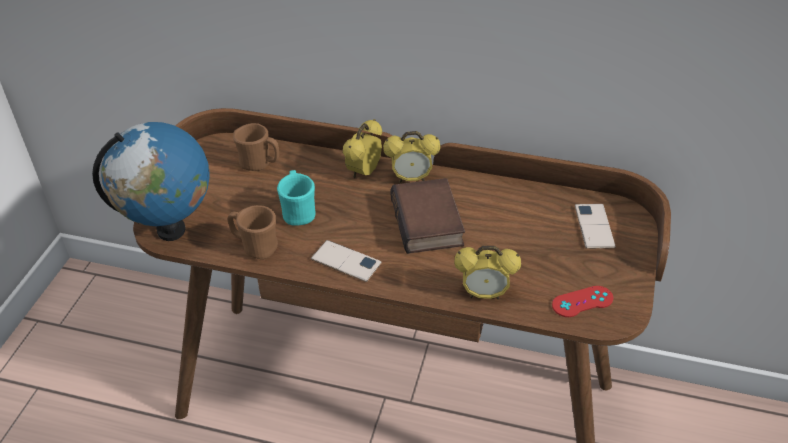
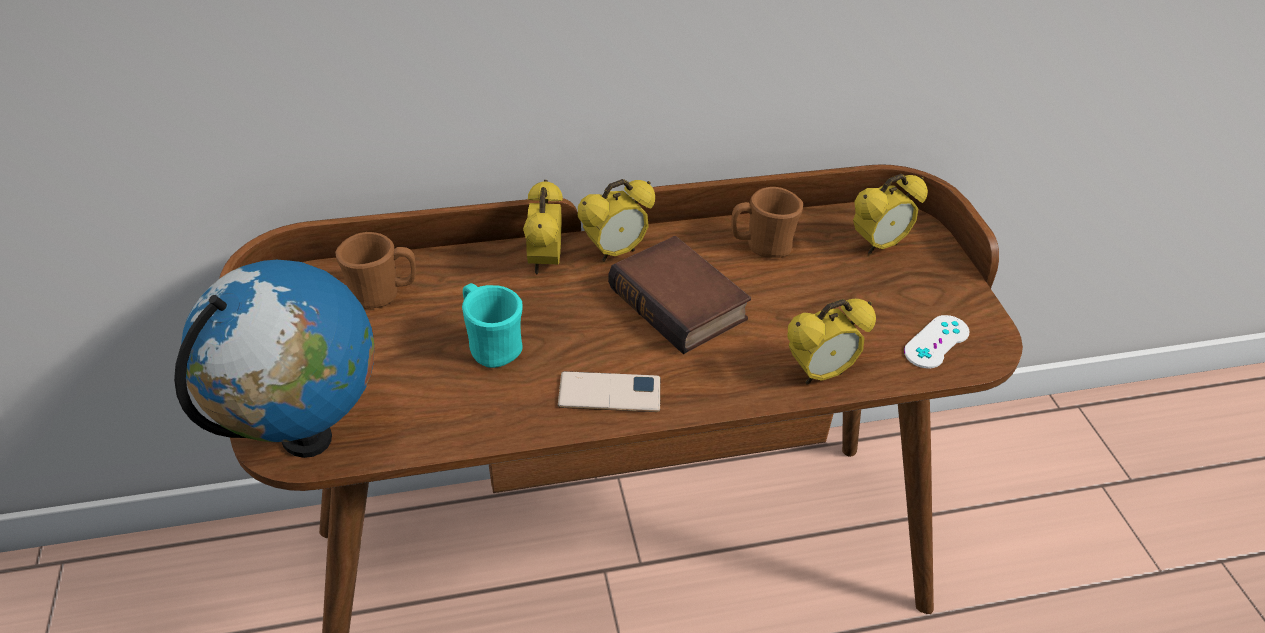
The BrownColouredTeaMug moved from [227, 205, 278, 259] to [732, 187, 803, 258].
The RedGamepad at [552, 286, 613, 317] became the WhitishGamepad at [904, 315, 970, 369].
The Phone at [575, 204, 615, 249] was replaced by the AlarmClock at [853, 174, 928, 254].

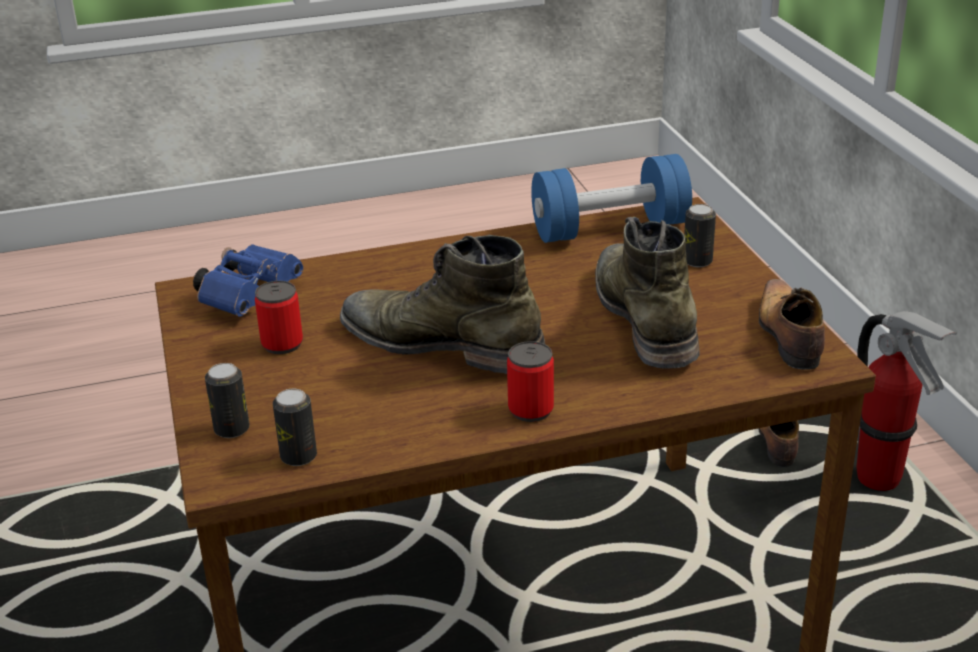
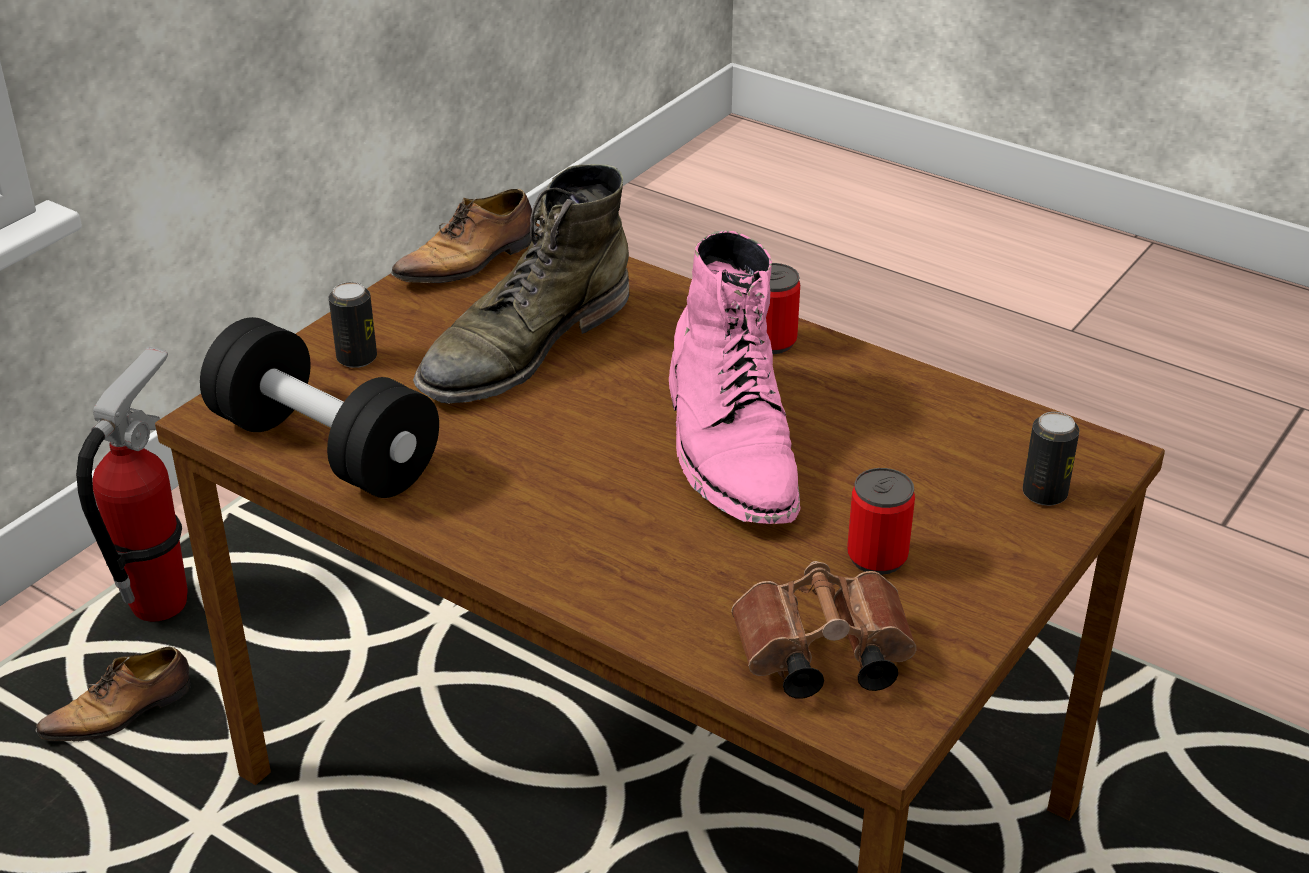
The BluishPairOfBinoculars at [193, 244, 303, 317] became the BrownColouredPairOfBinoculars at [731, 561, 917, 698].
The Can at [273, 389, 317, 466] disappeared.
The GreenishHighTopBoot at [340, 235, 545, 374] became the PinkColouredHighTopBoot at [669, 230, 801, 524].
The BluishHandWeight at [531, 154, 692, 243] became the BlackColouredHandWeight at [200, 317, 439, 498].

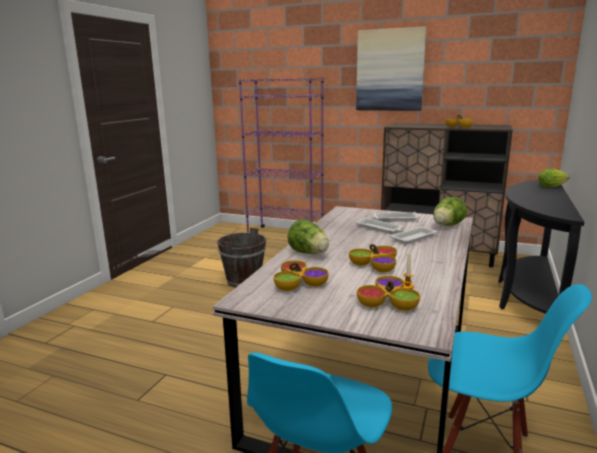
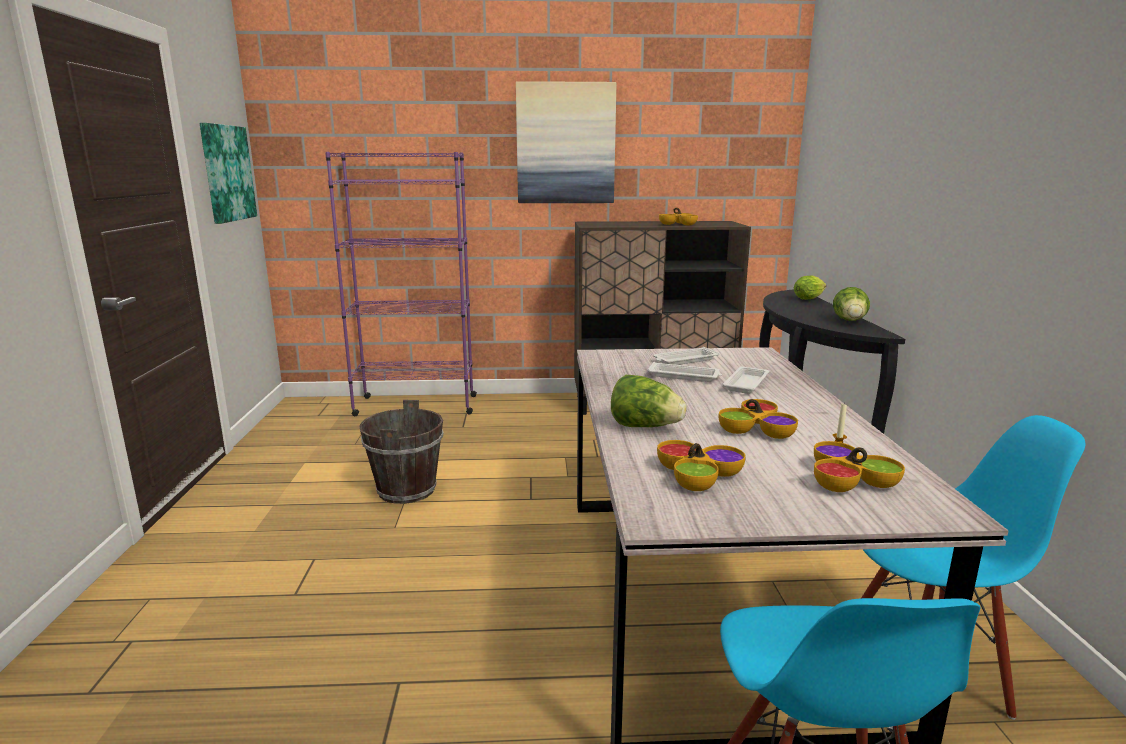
The HeadOfLettuce moved from [433, 197, 467, 226] to [833, 287, 870, 321].
The Picture at [200, 123, 257, 224] appeared.

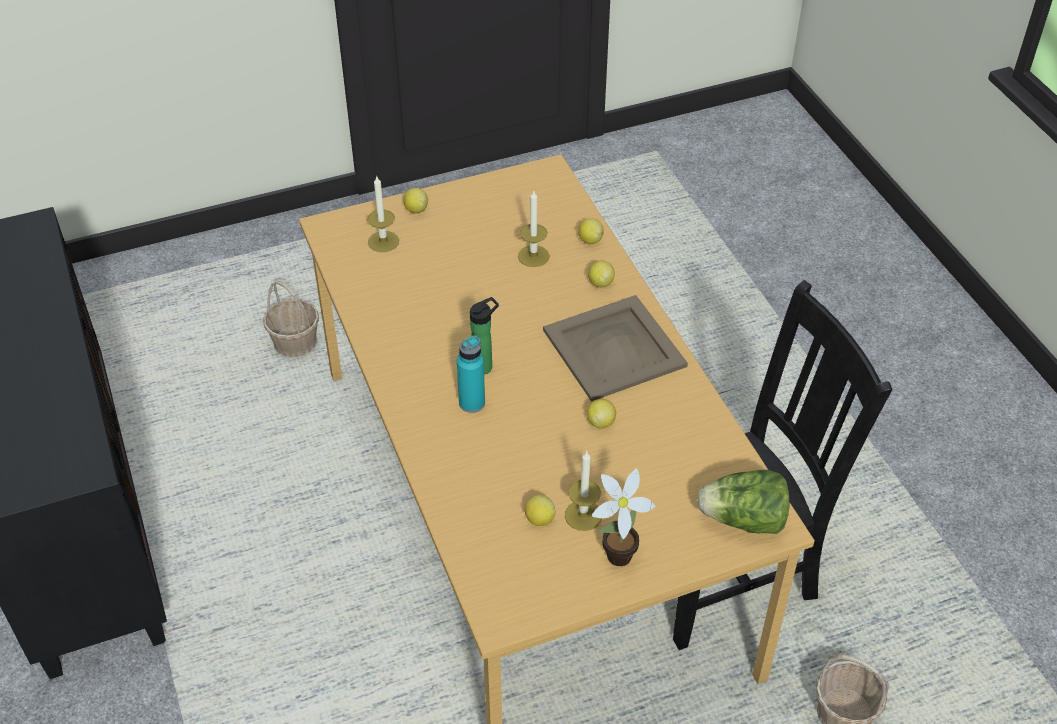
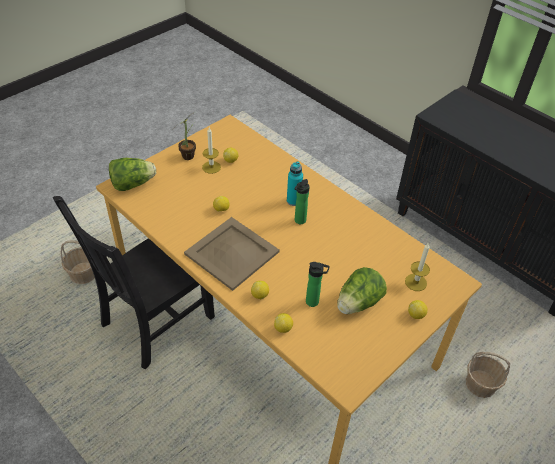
The Candle at [518, 191, 549, 267] was replaced by the BeverageBottle at [306, 262, 330, 307].
The HeadOfLettuce at [337, 267, 387, 314] appeared.

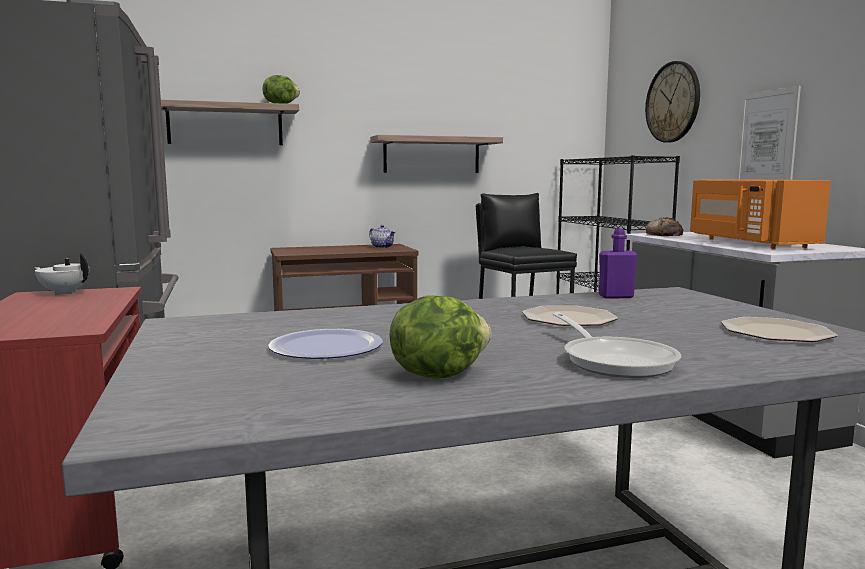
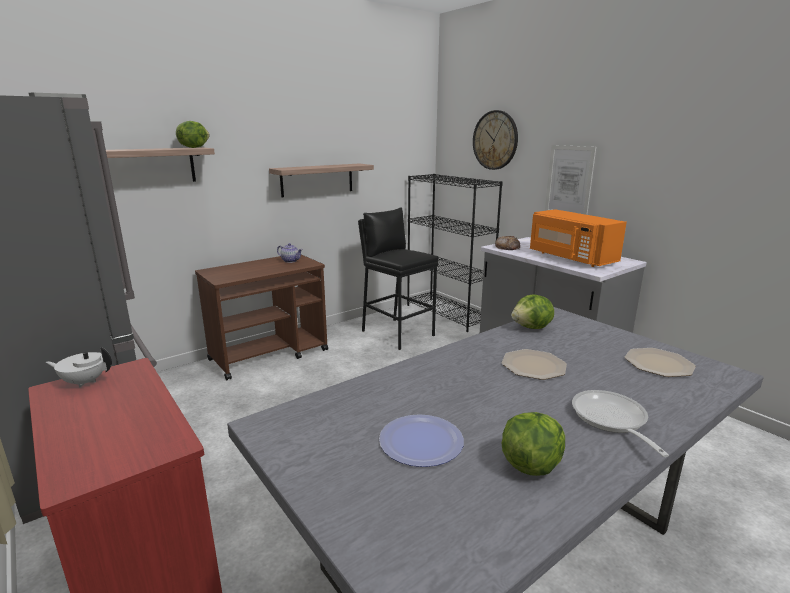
The Pan at [553, 312, 681, 378] turned 150 degrees counterclockwise.
The PurpleBeverageBottle at [599, 229, 637, 298] was replaced by the HeadOfLettuce at [511, 294, 554, 329].

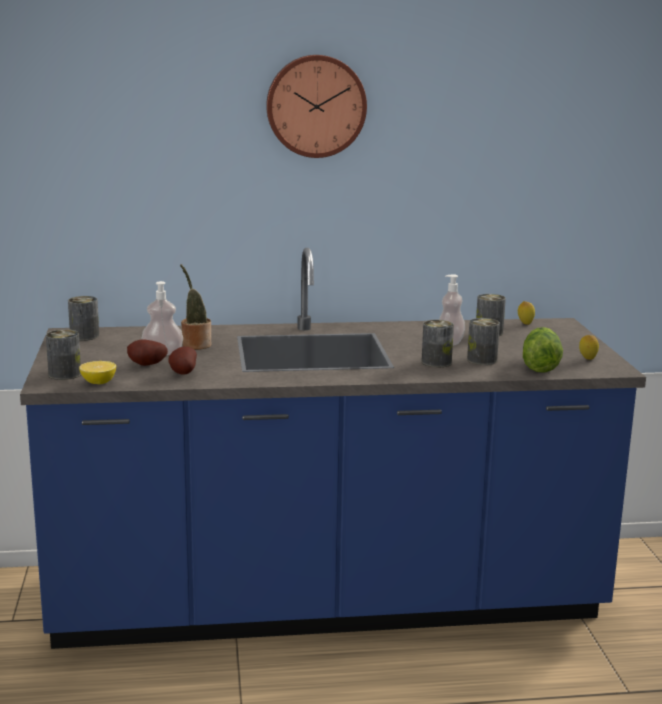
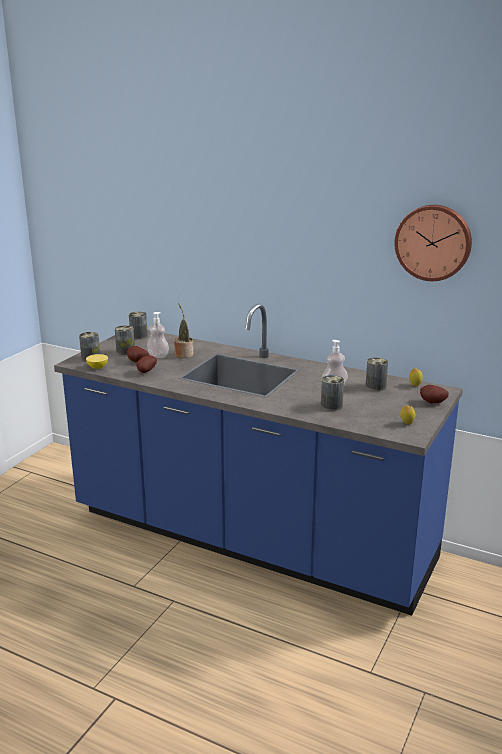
The ClockOnTheWall moved from [266, 55, 367, 158] to [394, 205, 472, 281].
The Can moved from [421, 320, 454, 367] to [115, 325, 135, 355].
The HeadOfLettuce at [523, 327, 563, 373] disappeared.
The Spud at [420, 385, 449, 404] appeared.

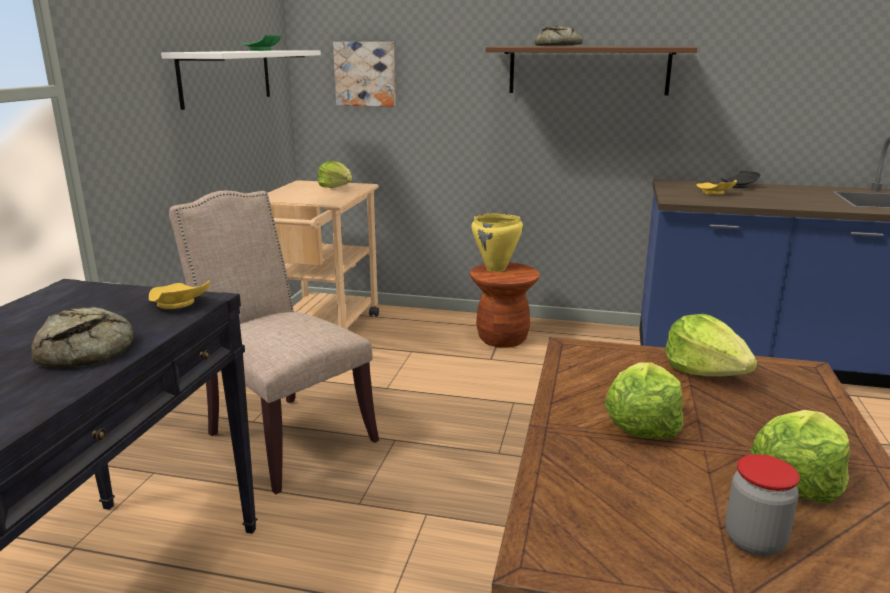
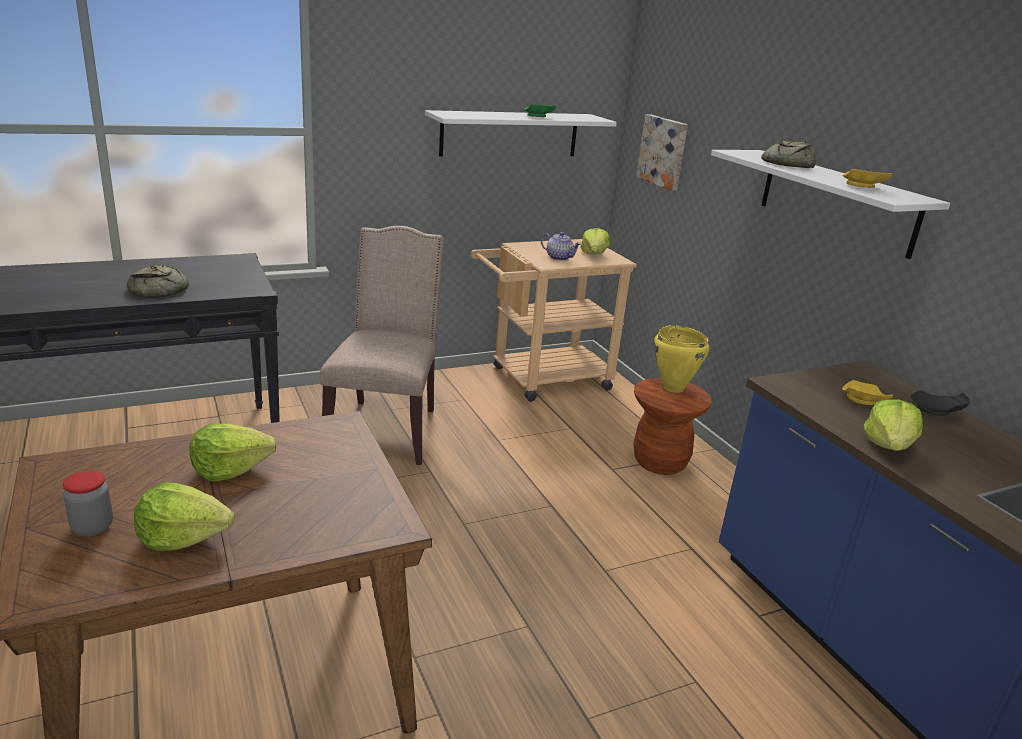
The YellowColouredFlatDish moved from [149, 281, 210, 309] to [842, 169, 892, 188].
The BrownColouredShelf at [485, 47, 697, 95] became the WhitishShelf at [711, 150, 950, 259].
The HeadOfLettuce moved from [665, 314, 757, 377] to [864, 399, 923, 451].
The Teapot at [541, 232, 581, 261] appeared.

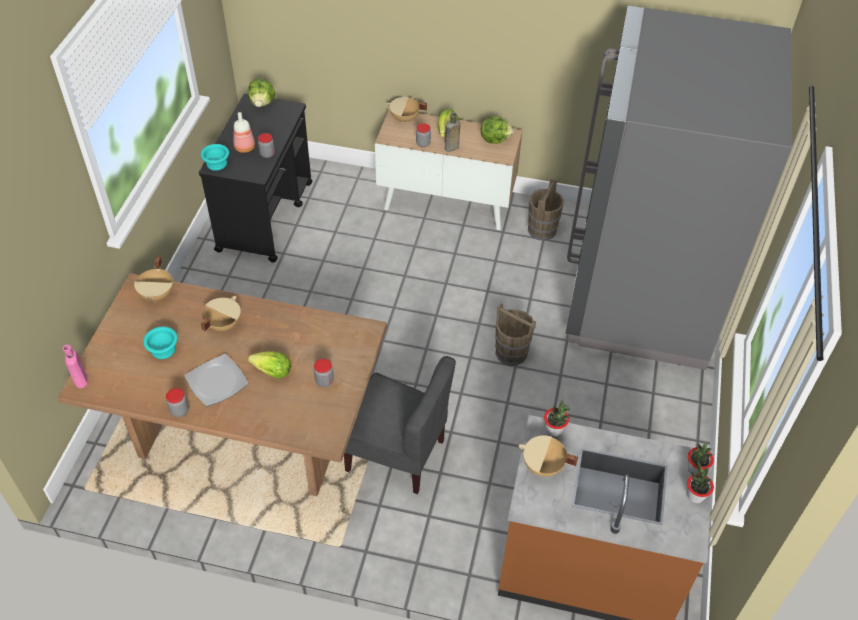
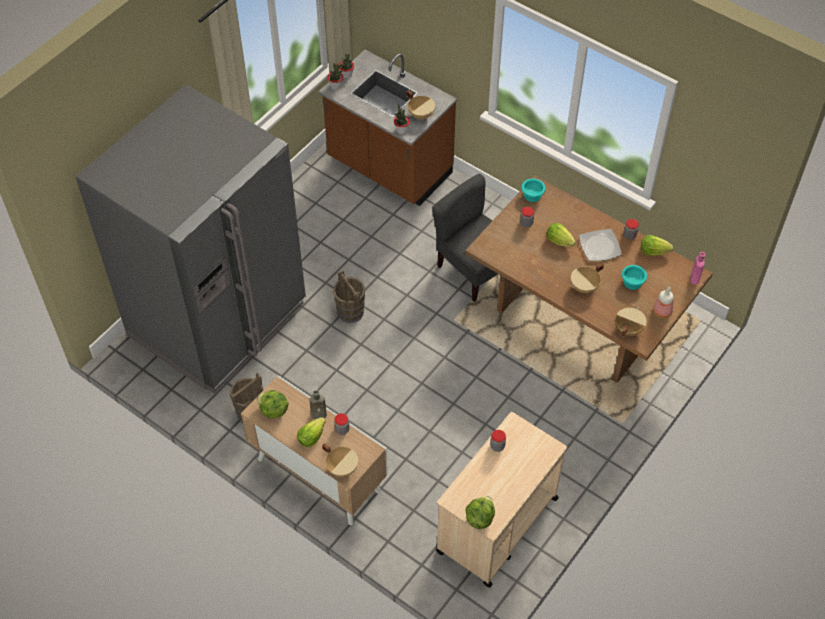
The BlackColouredWheeledCart at [199, 94, 312, 263] became the BeigeColouredWheeledCart at [436, 412, 567, 587].
The TurquoiseServingBowl moved from [201, 144, 229, 171] to [521, 178, 546, 202].
The BeverageBottle moved from [233, 112, 255, 153] to [653, 287, 674, 318].
The HeadOfLettuce at [641, 235, 674, 256] appeared.

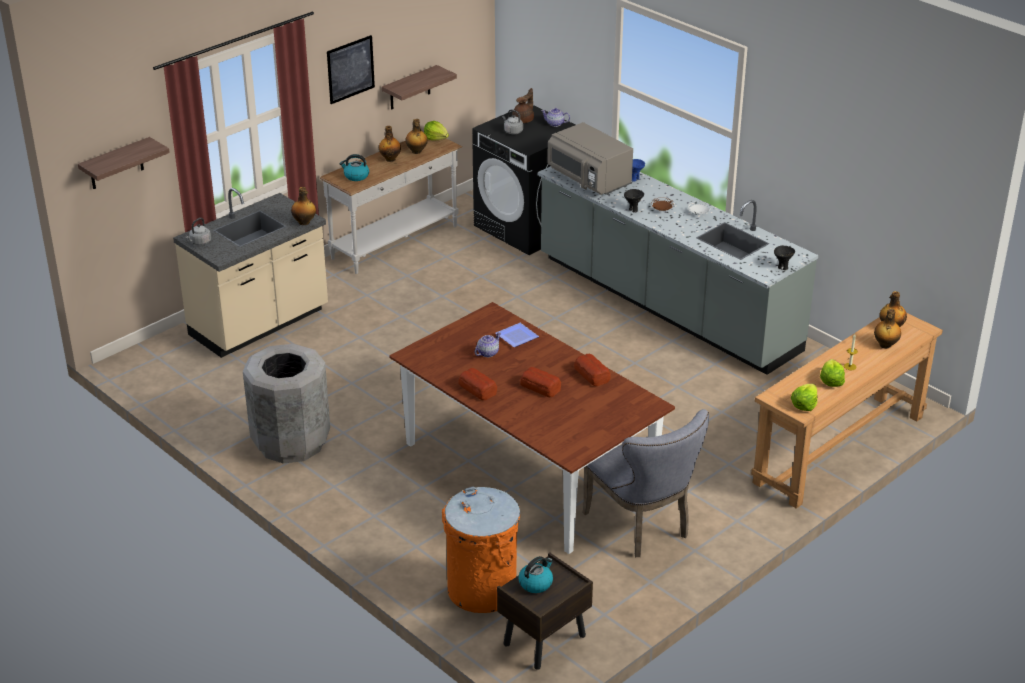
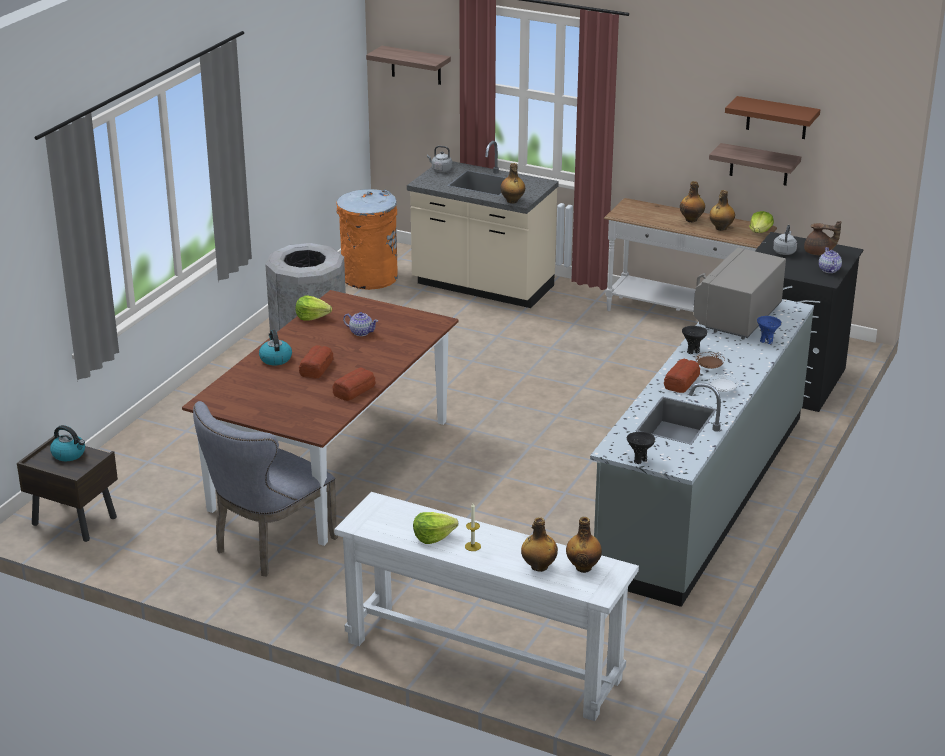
The Picture at [327, 35, 375, 104] disappeared.
The Kettle moved from [339, 154, 369, 181] to [259, 330, 292, 365].
The OrangeTrashCan moved from [442, 486, 520, 613] to [336, 189, 398, 290].
The BakeryBread moved from [458, 368, 497, 400] to [664, 359, 700, 393].
The FlatDish at [496, 323, 539, 347] disappeared.
The BrownColouredHallTable at [751, 313, 943, 509] became the WhitishHallTable at [334, 492, 639, 721].
The HeadOfLettuce moved from [791, 384, 818, 411] to [296, 296, 332, 321].
The BrownColouredShelf at [725, 96, 820, 139] appeared.

